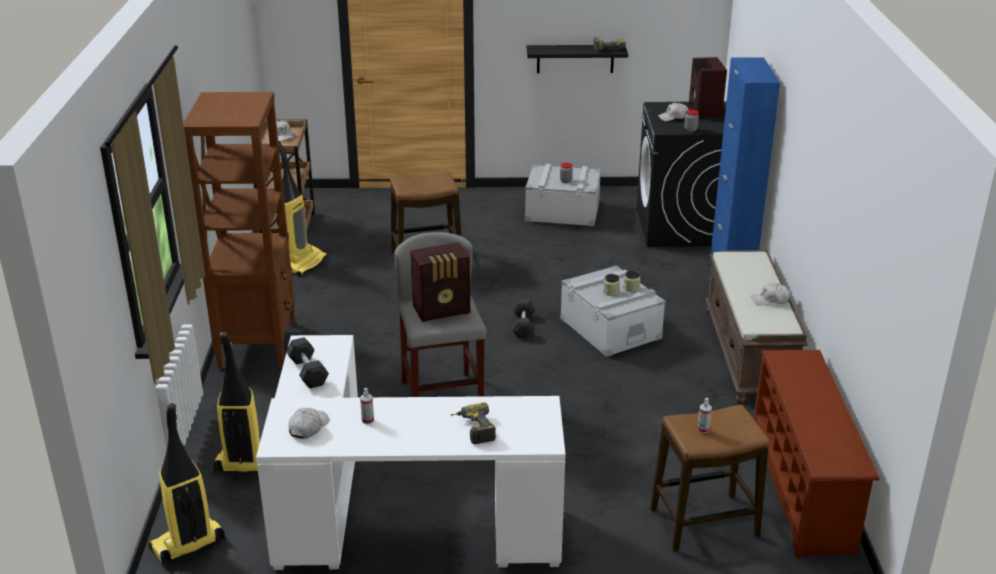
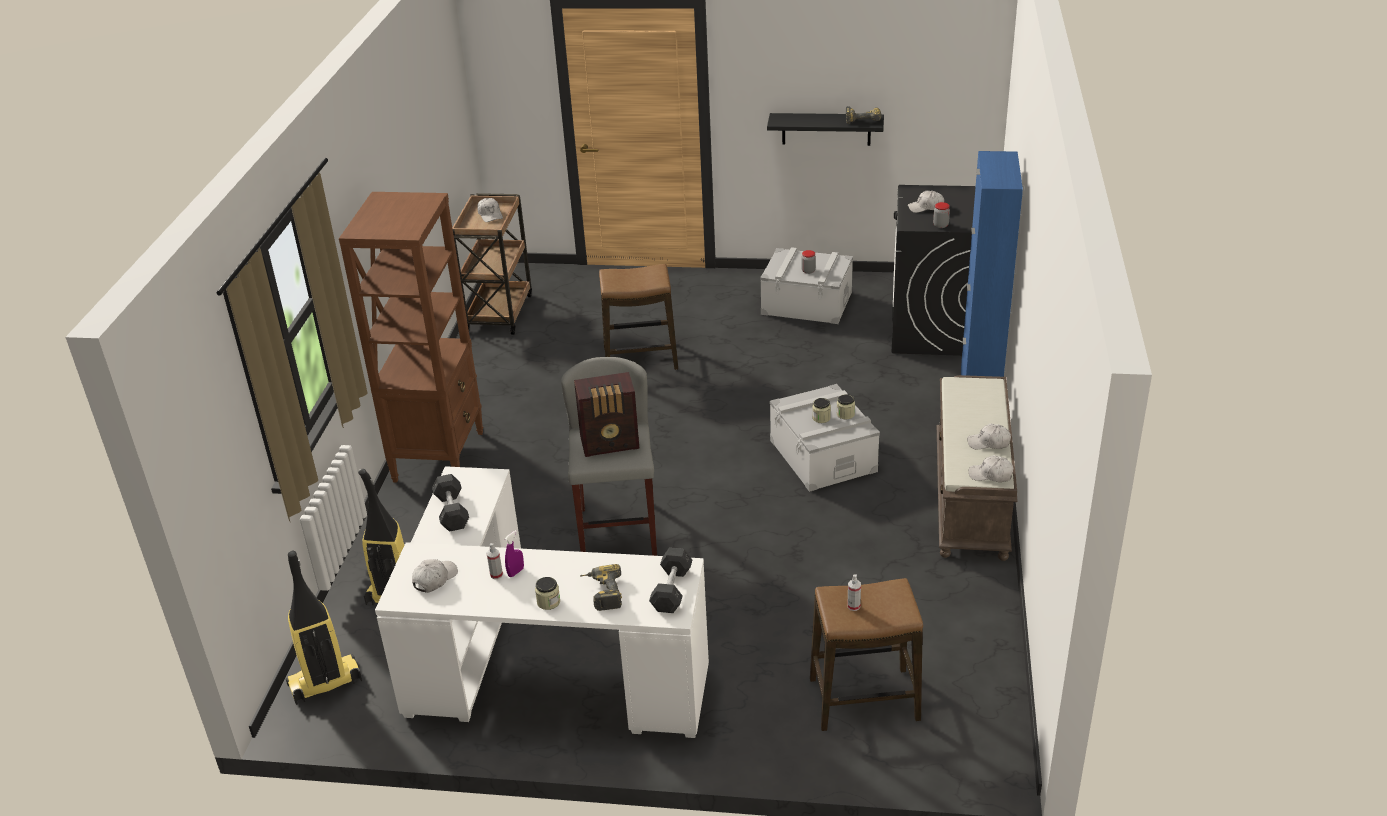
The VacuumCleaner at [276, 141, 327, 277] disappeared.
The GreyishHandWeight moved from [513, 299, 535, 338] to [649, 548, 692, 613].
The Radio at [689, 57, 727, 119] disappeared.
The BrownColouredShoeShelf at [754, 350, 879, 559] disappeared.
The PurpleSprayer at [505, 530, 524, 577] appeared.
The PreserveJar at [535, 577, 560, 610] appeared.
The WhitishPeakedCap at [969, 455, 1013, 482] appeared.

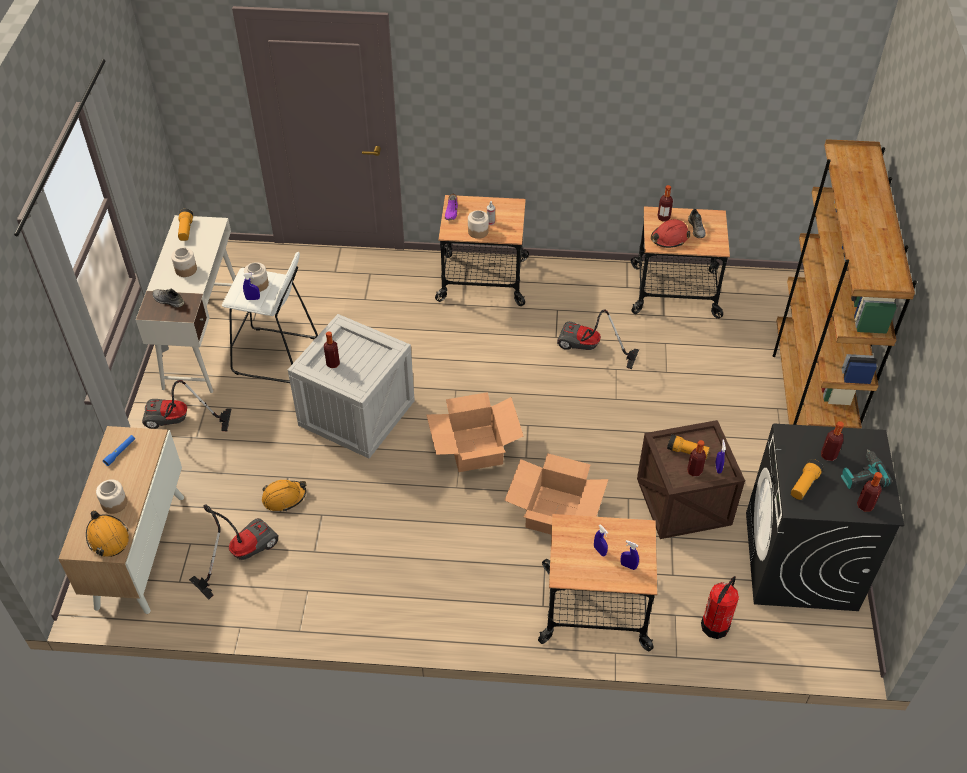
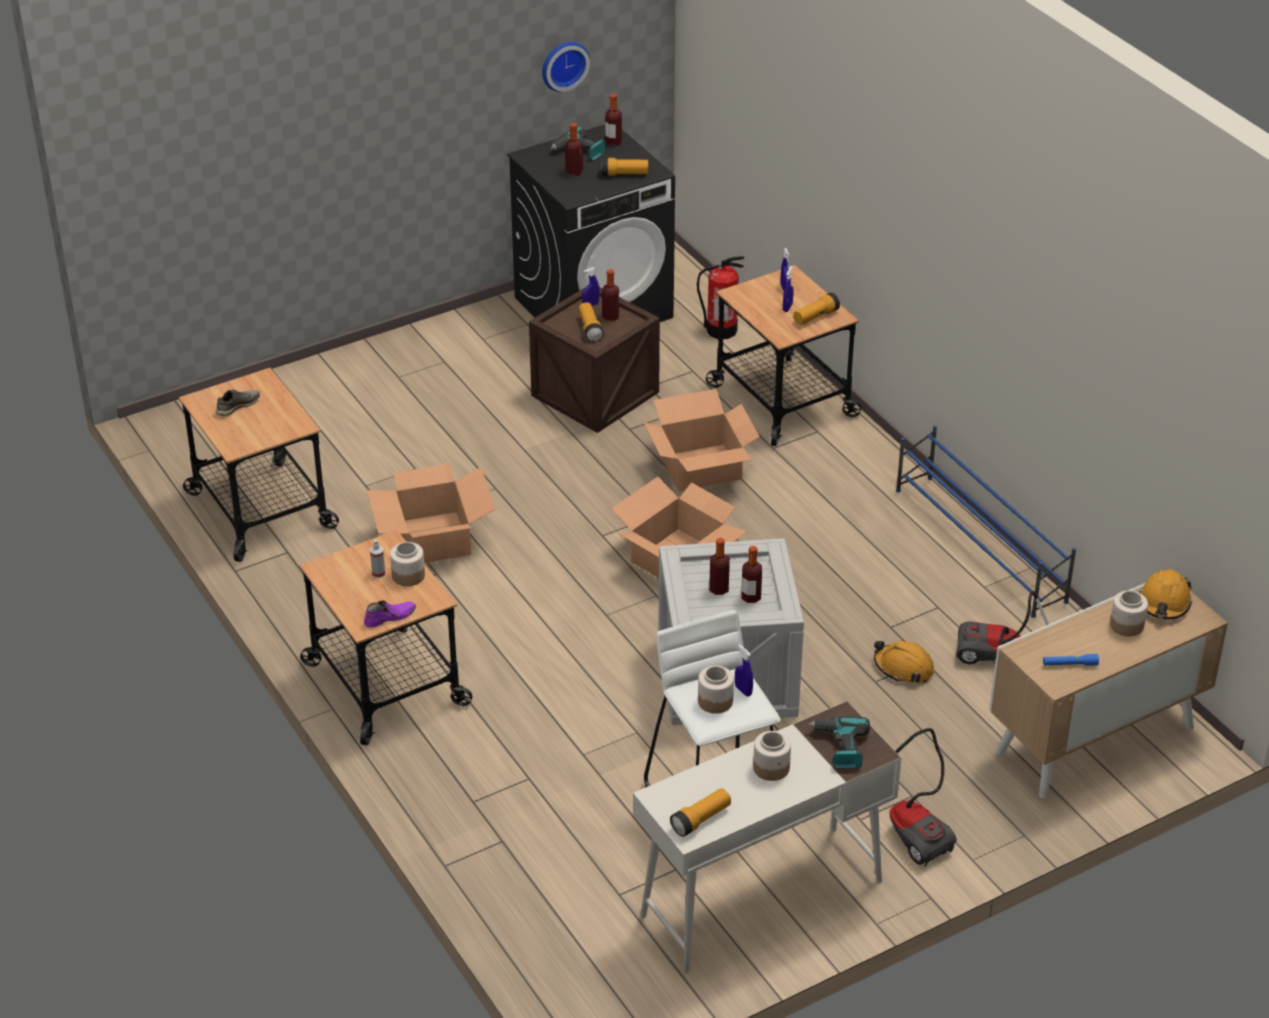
The GreyishShoe at [152, 289, 185, 308] was replaced by the Drill at [808, 717, 870, 769].
The VacuumCleaner at [557, 310, 639, 369] was replaced by the Carton at [366, 464, 496, 563].
The RedWorkHelmet at [651, 219, 690, 248] disappeared.
The BeverageBottle moved from [658, 185, 673, 222] to [709, 538, 730, 595].
The BrownColouredBookcase at [773, 139, 917, 429] disappeared.
The ClockOnTheWall at [542, 42, 590, 92] appeared.
The HandTorch at [794, 292, 840, 325] appeared.
The BluishShoeShelf at [896, 425, 1076, 618] appeared.

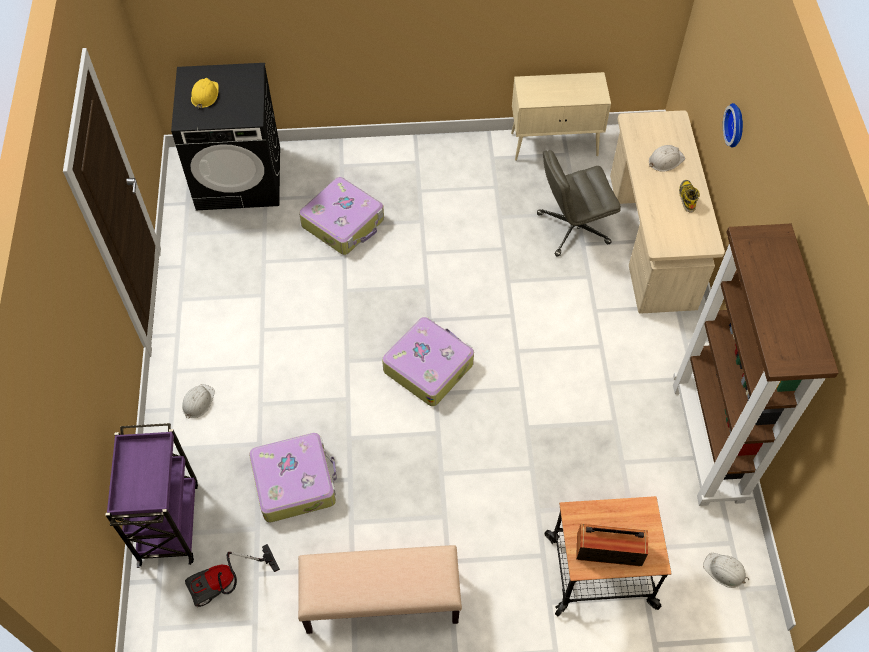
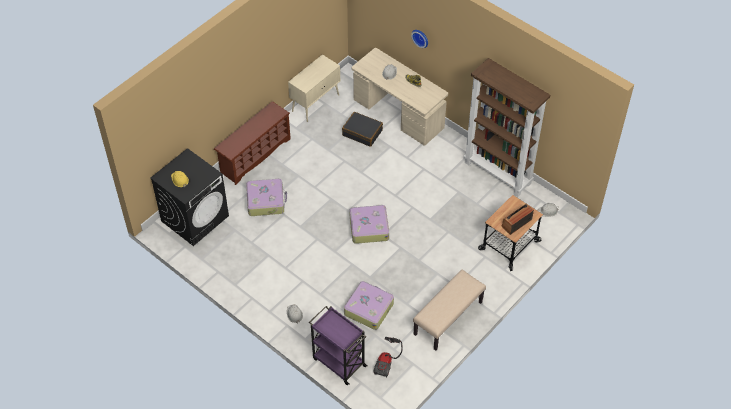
The GreyishOfficeChair at [537, 150, 621, 257] was replaced by the BlackColouredTravelCase at [342, 112, 383, 147].
The BrownColouredShoeShelf at [214, 101, 291, 185] appeared.

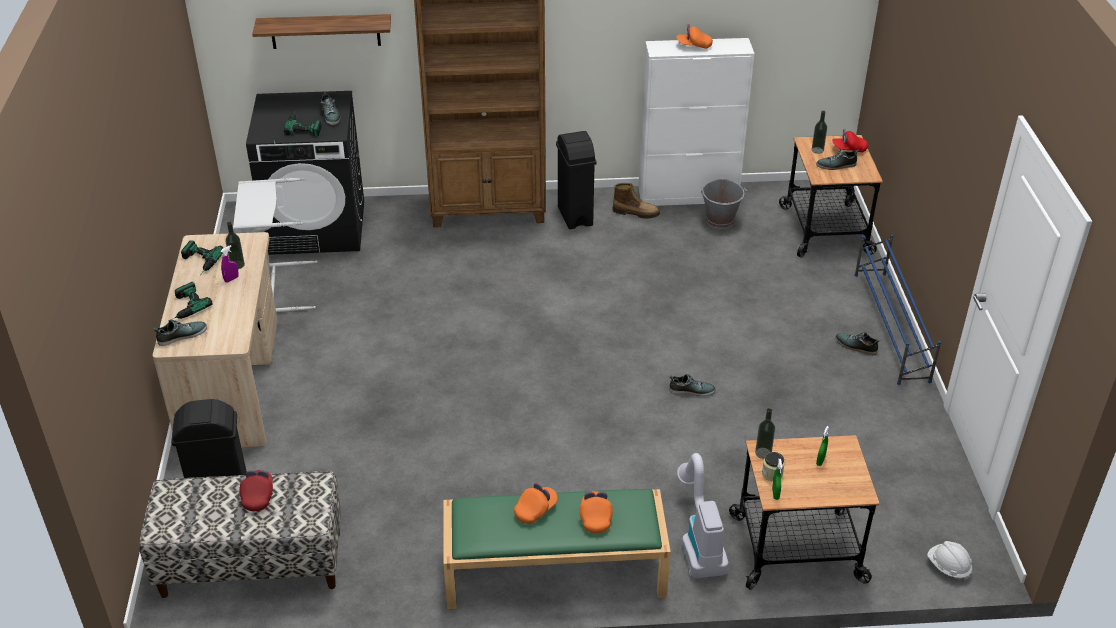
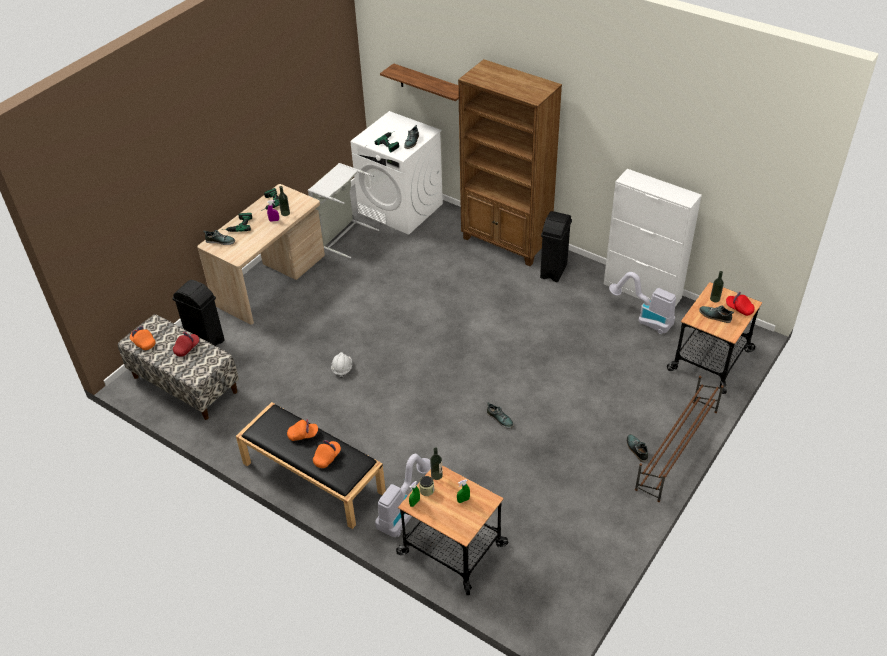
The BlackColouredLaundryMachine at [246, 91, 364, 255] became the WhitishLaundryMachine at [351, 111, 443, 235].
The GreenishBench at [443, 489, 671, 609] became the BlackColouredBench at [236, 402, 386, 529].
The HighTopBoot at [613, 183, 660, 219] disappeared.
The OrangePeakedCap moved from [676, 24, 713, 49] to [130, 326, 155, 350].
The GreyishPail at [700, 179, 747, 229] was replaced by the VacuumCleaner at [609, 272, 676, 334].
The BluishShoeShelf at [854, 235, 941, 385] became the BrownColouredShoeShelf at [635, 376, 724, 502].
The WhitishWorkHelmet moved from [927, 541, 972, 581] to [331, 352, 352, 378].

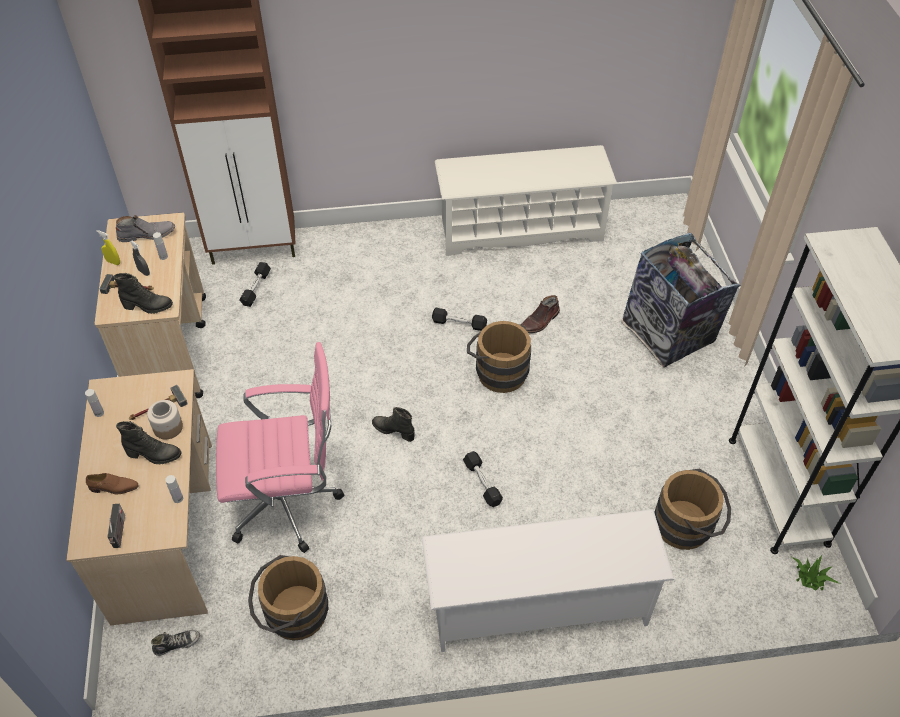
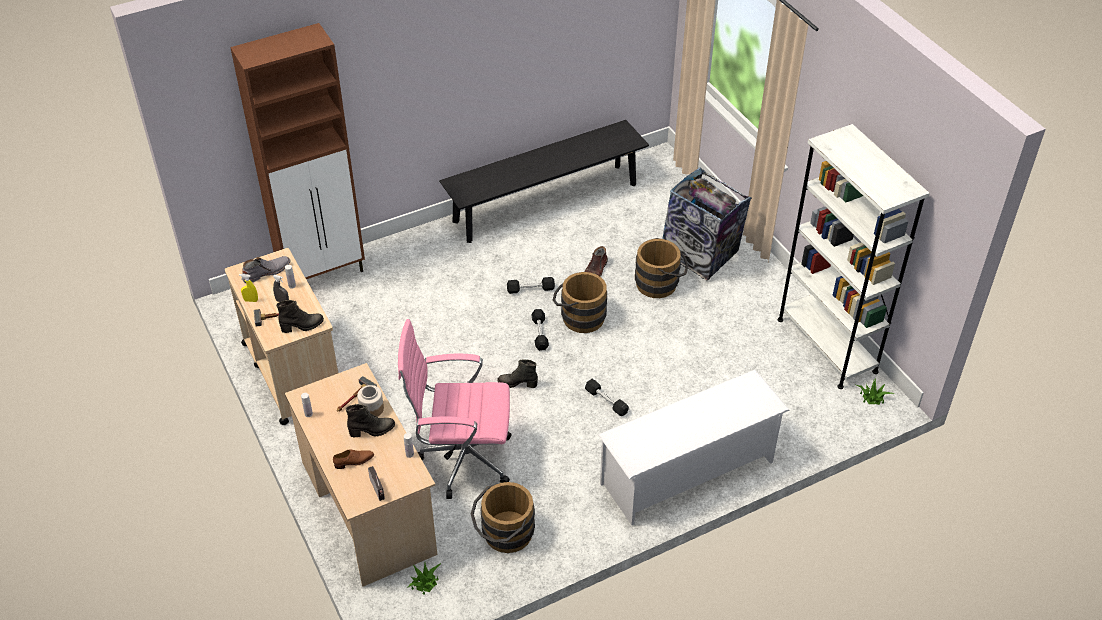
The Shoe at [151, 630, 200, 656] was replaced by the PottedPlant at [408, 563, 441, 595].
The PinkColouredOfficeChair at [216, 342, 344, 553] turned 150 degrees counterclockwise.
The BlackColouredHandWeight moved from [240, 262, 271, 307] to [531, 309, 549, 351].
The WhitishShoeShelf at [435, 145, 617, 256] was replaced by the BlackColouredBench at [439, 120, 649, 243].
The BrownColouredPail moved from [654, 468, 731, 550] to [635, 238, 688, 298].

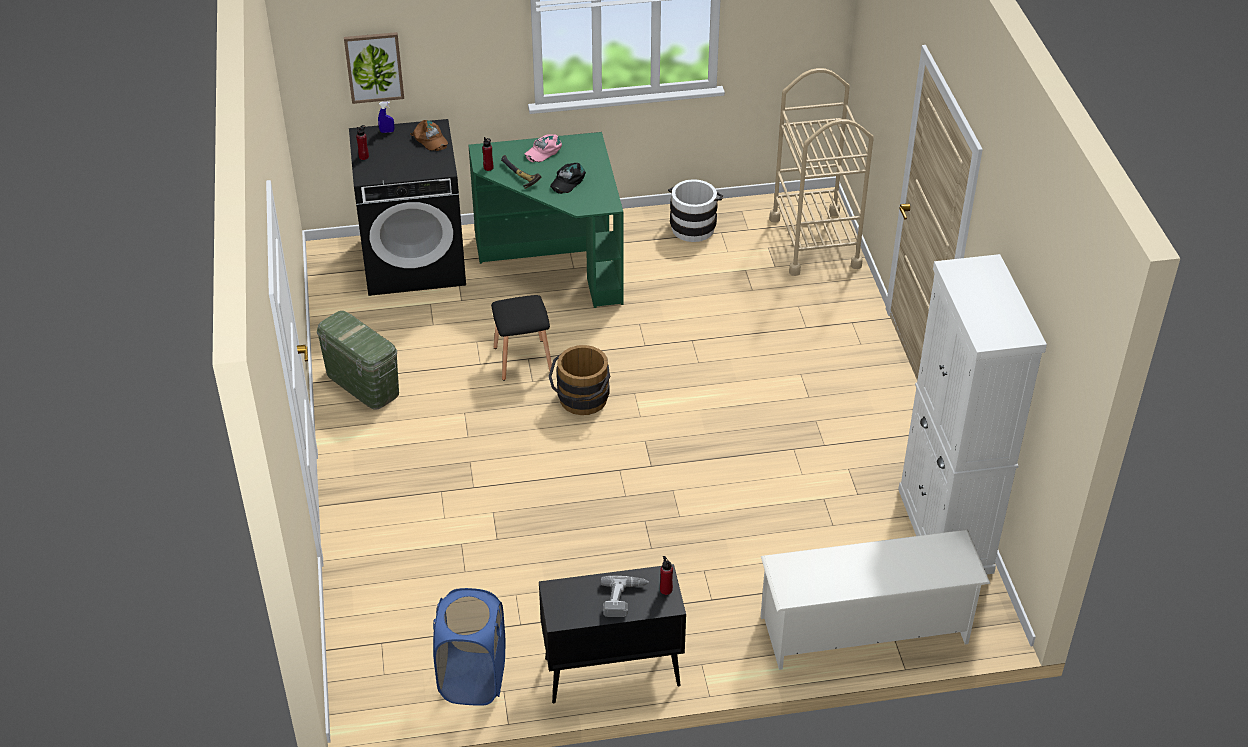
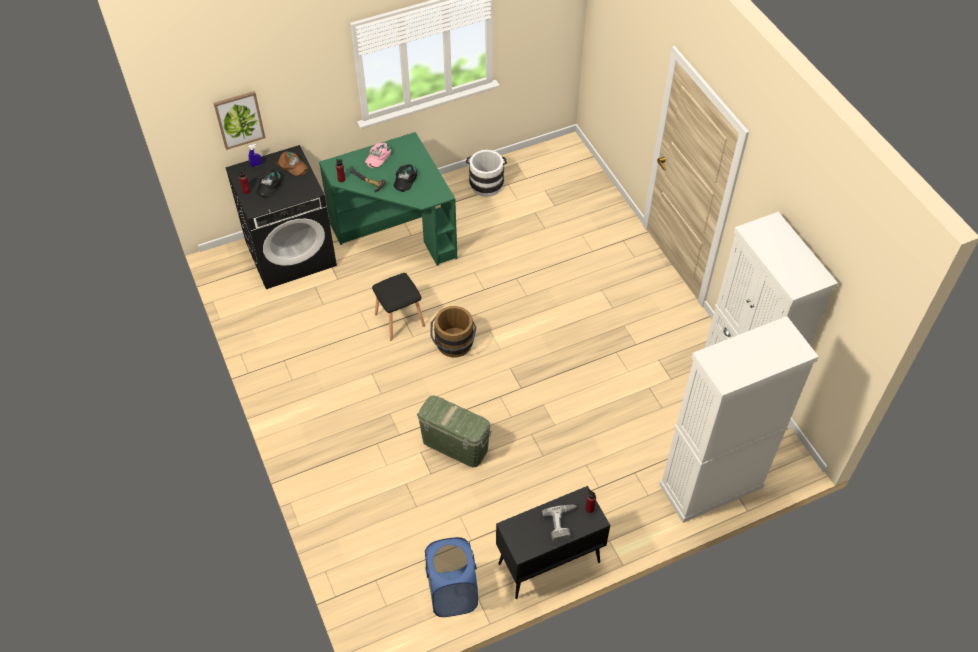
The GreenishStorageBin moved from [317, 311, 399, 409] to [417, 395, 492, 468].
The WhitishShoeShelf at [761, 530, 990, 670] was replaced by the WhitishStorageCabinet at [659, 316, 819, 523].
The BeigeColouredWheeledCart at [769, 68, 874, 276] disappeared.
The BlackColouredPeakedCap at [256, 170, 282, 198] appeared.

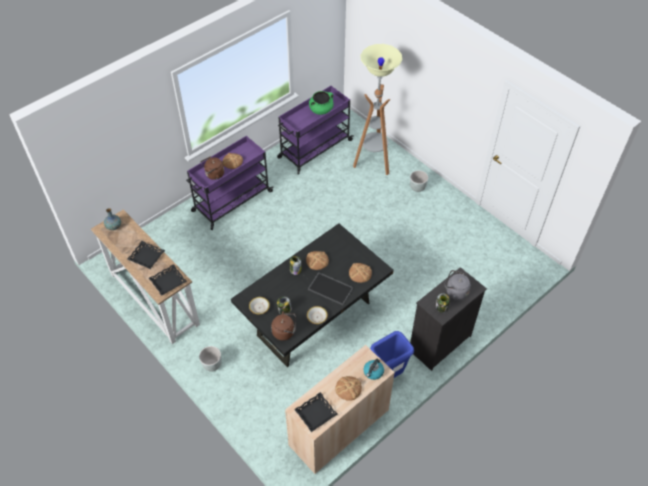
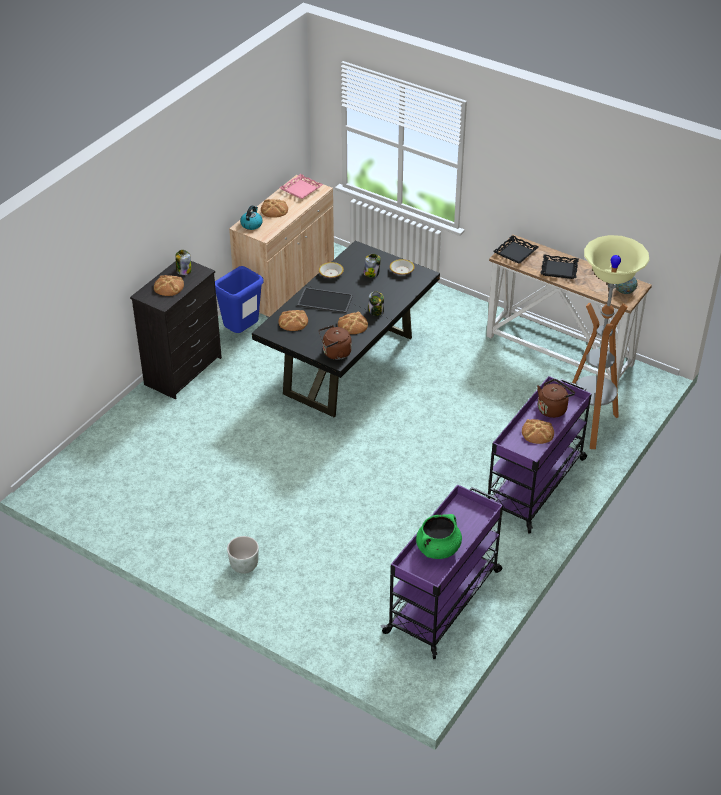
The GreyishFlowerPot at [199, 346, 222, 372] disappeared.
The BrownColouredKettle moved from [271, 311, 296, 340] to [319, 325, 352, 360].
The BlackColouredCarryingTray at [294, 392, 338, 432] became the PinkColouredCarryingTray at [279, 174, 323, 199].
The StandardLamp moved from [353, 44, 402, 175] to [572, 235, 649, 449].
The GreyishKettle at [444, 270, 471, 300] was replaced by the BakeryBread at [154, 275, 184, 296].

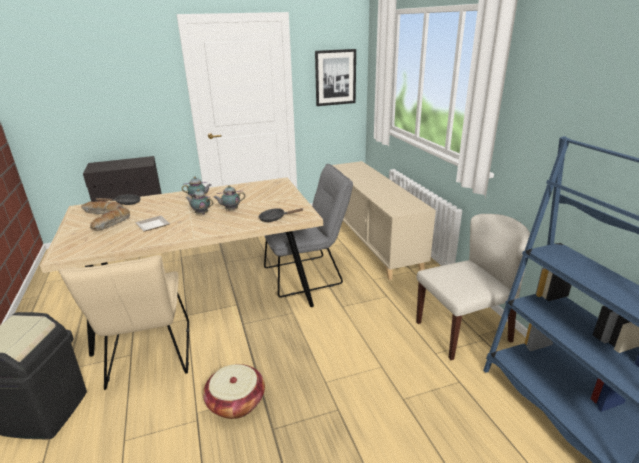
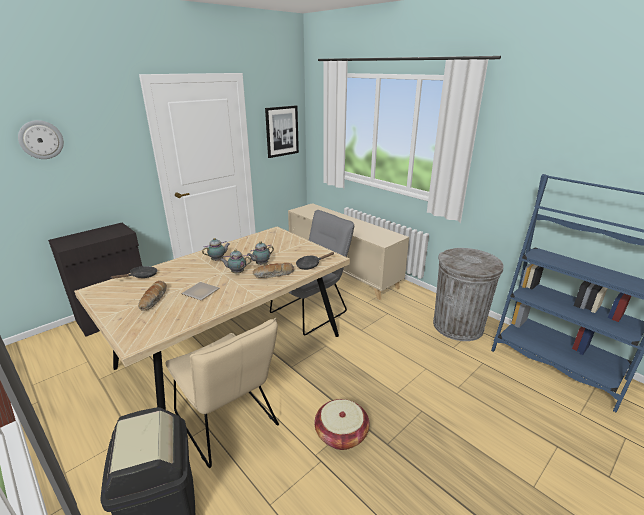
The BakeryBread moved from [81, 201, 124, 214] to [253, 263, 294, 278].
The BeigeColouredUprightChair at [416, 214, 530, 360] was replaced by the GreyishTrashCan at [433, 248, 503, 341].
The ClockOnTheWall at [18, 120, 64, 159] appeared.

